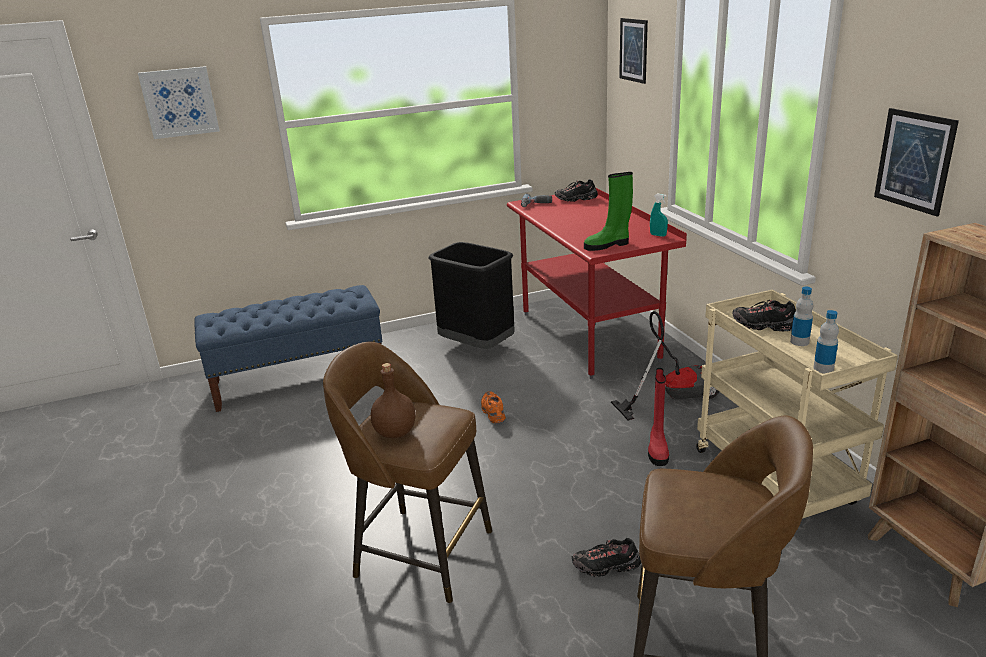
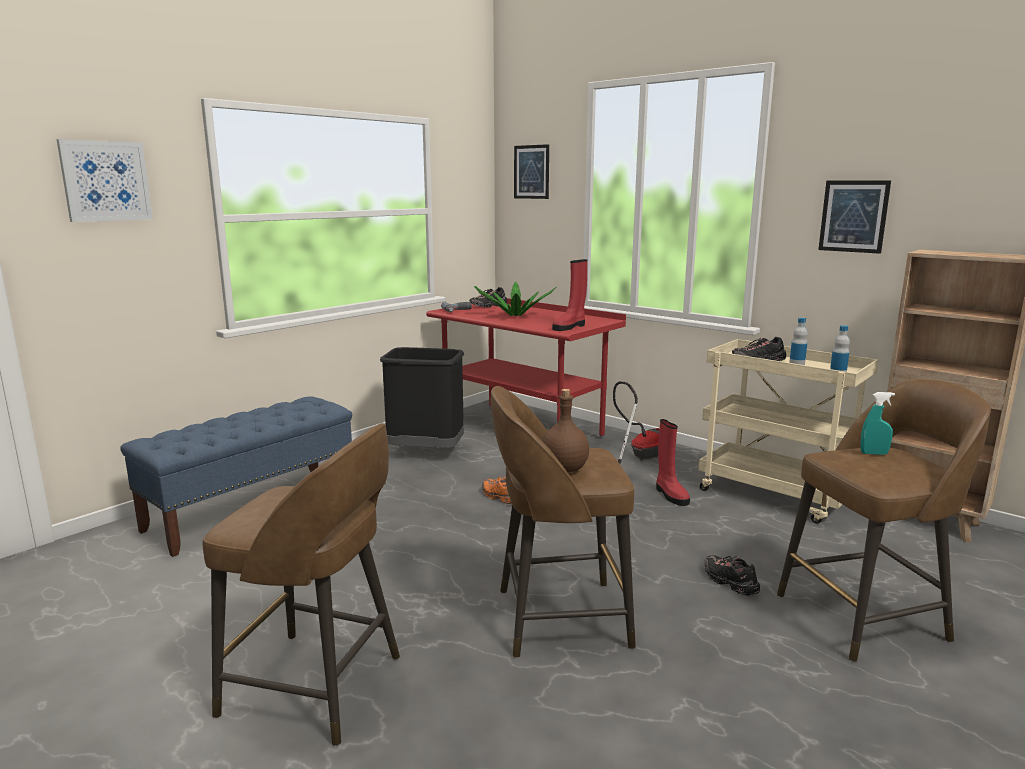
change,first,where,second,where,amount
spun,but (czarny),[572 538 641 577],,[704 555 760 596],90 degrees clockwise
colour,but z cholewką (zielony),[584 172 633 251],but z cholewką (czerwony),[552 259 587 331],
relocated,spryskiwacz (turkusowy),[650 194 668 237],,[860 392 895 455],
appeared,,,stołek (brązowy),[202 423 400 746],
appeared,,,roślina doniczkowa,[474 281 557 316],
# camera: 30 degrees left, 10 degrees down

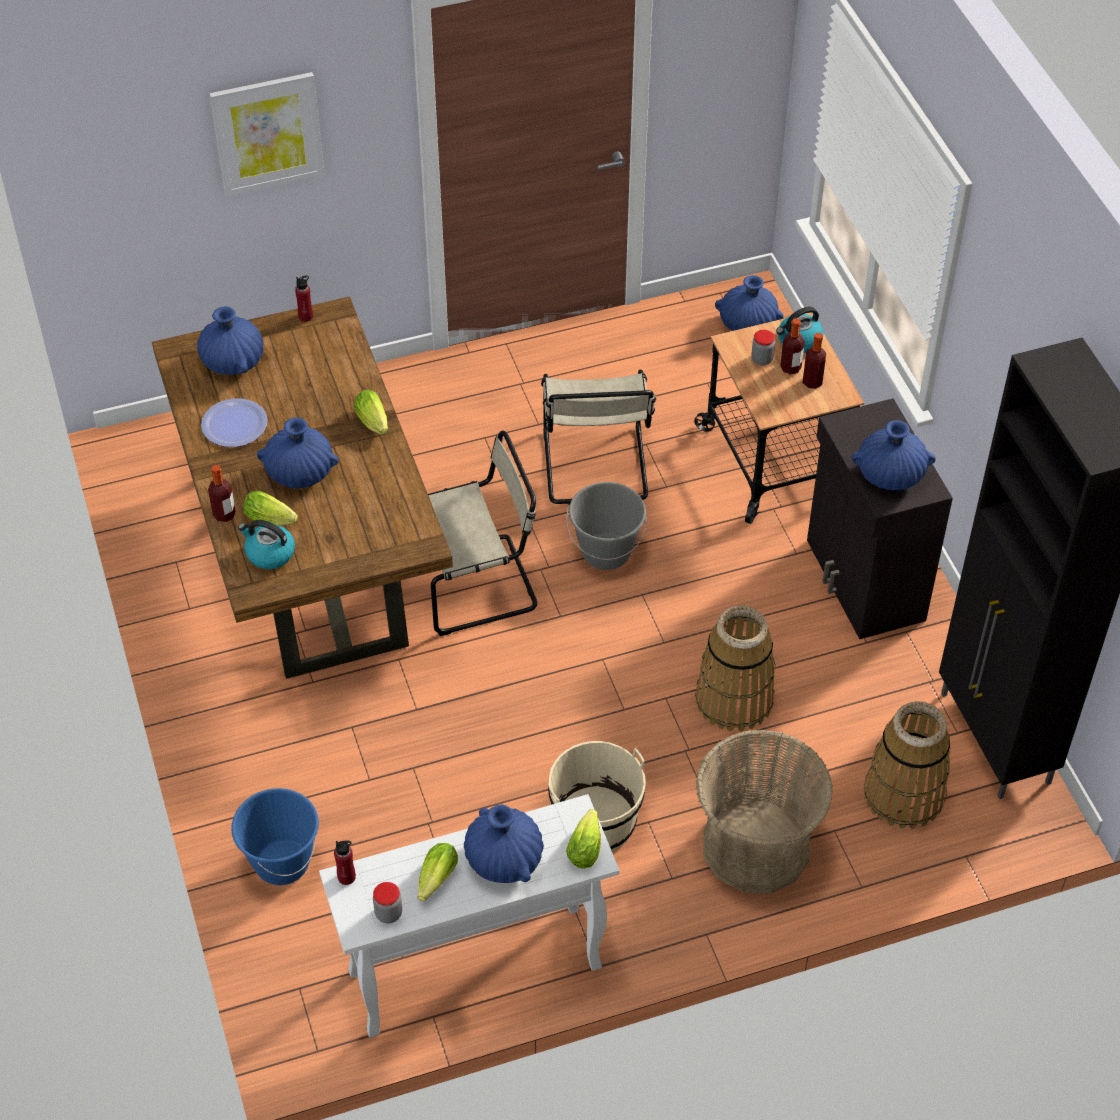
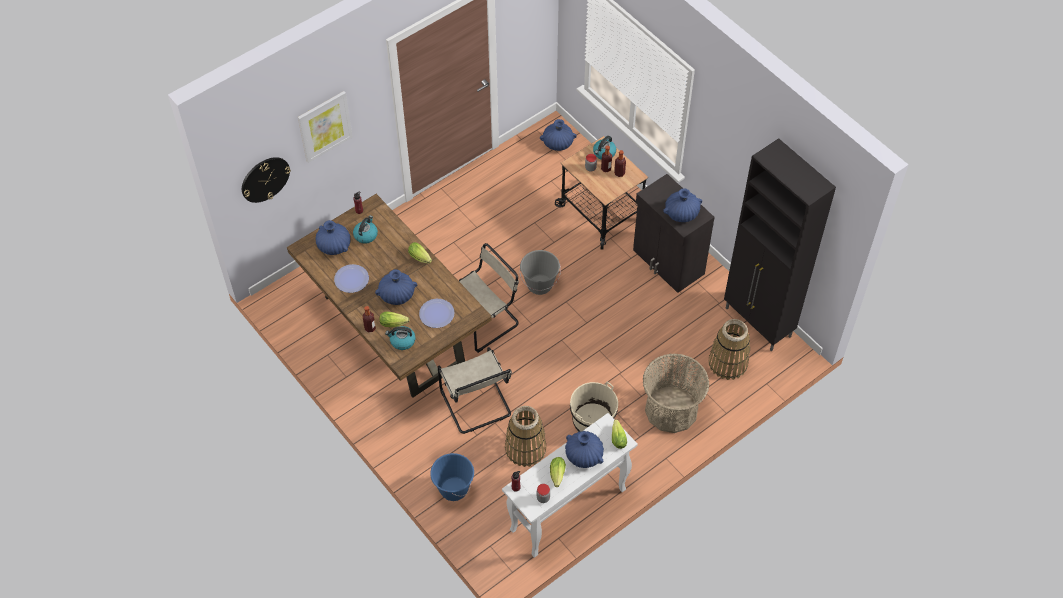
change,first,where,second,where,amount
relocated,krzesło (beżowy),[541 369 656 505],,[438 347 512 434],
relocated,koszyk,[695 605 775 731],,[505 406 546 467],
appeared,,,zegar ścienny,[242 157 291 203],
appeared,,,czajnik,[353 215 378 244],
appeared,,,talerz,[419 299 454 328],
# camera: 20 degrees left, 5 degrees up

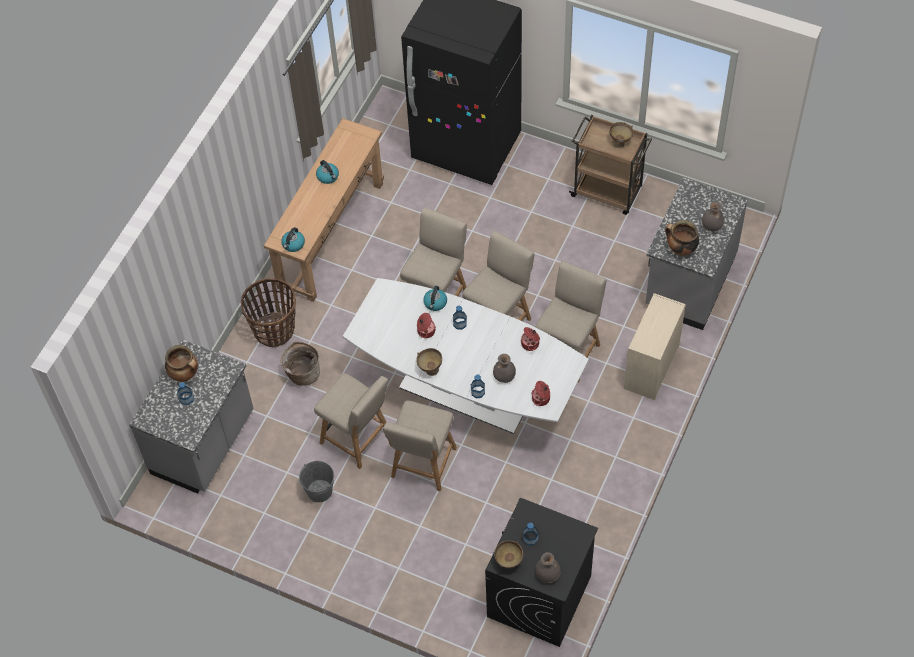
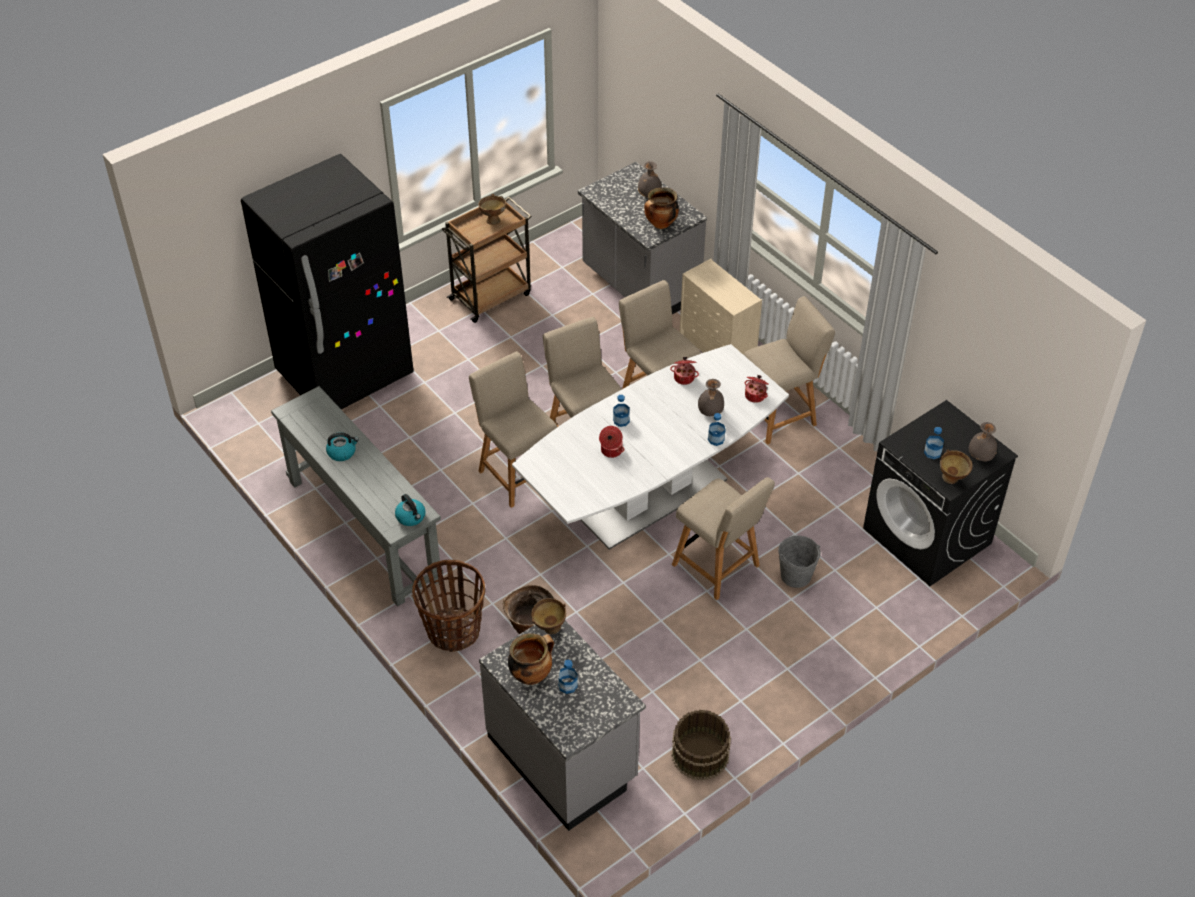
change,first,where,second,where,amount
colour,stolik konsolowy (brązowy),[264 118 384 302],stolik konsolowy (szary),[271 386 443 606],
relocated,wiadro (szary),[299 461 334 502],,[778 536 821 588],
relocated,krzesło (beżowy),[314 373 388 469],,[744 296 835 444],
relocated,miska (brązowy),[416 348 442 376],,[531 598 566 634],
missing,czajnik,[423 286 447 311],,,
appeared,,,wiadro (brązowy),[671 710 731 781],
# camera: 65 degrees left, 10 degrees down

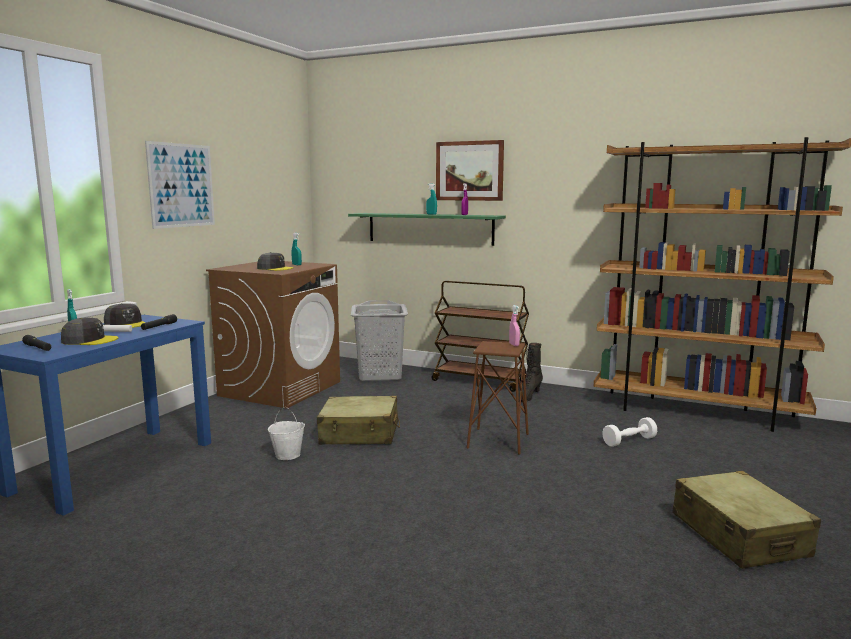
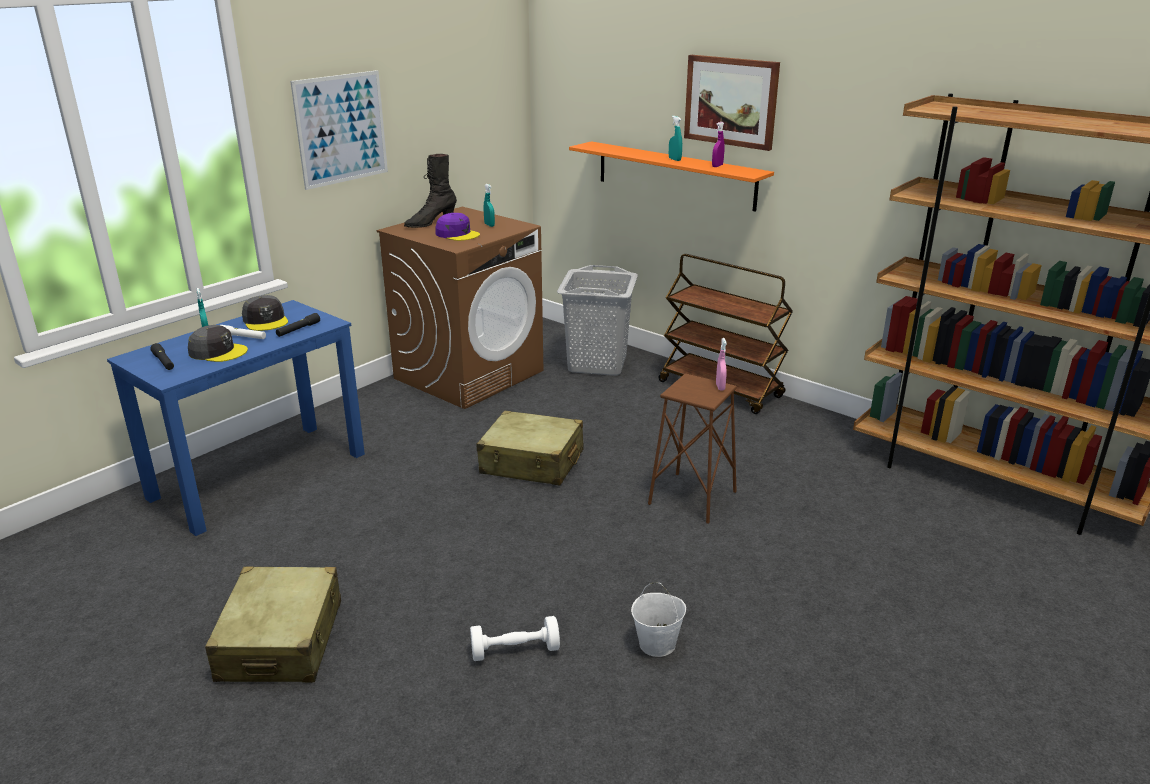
change,first,where,second,where,amount
colour,czapka z daszkiem (szary),[257 252 294 271],czapka z daszkiem (fioletowy),[436 213 480 241],
relocated,wiadro (biały),[268 407 305 460],,[631 583 686 657],
colour,półka (zielony),[348 213 506 246],półka (pomarańczowy),[569 141 774 212],
relocated,but z cholewką (czarny),[518 343 543 402],,[404 154 457 228],
relocated,hantel (biały),[602 417 657 447],,[470 616 560 661],
relocated,walizka (beżowy),[672 471 821 569],,[205 566 341 683],
# camera: 15 degrees right, 15 degrees up

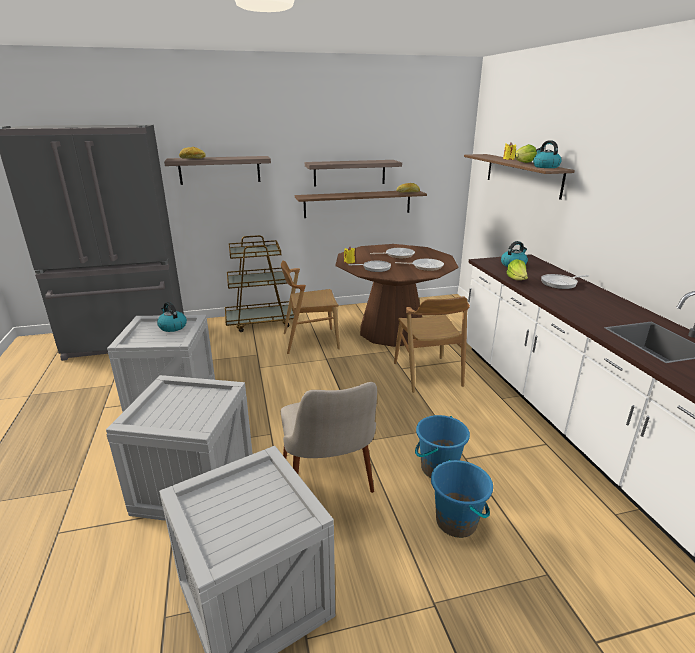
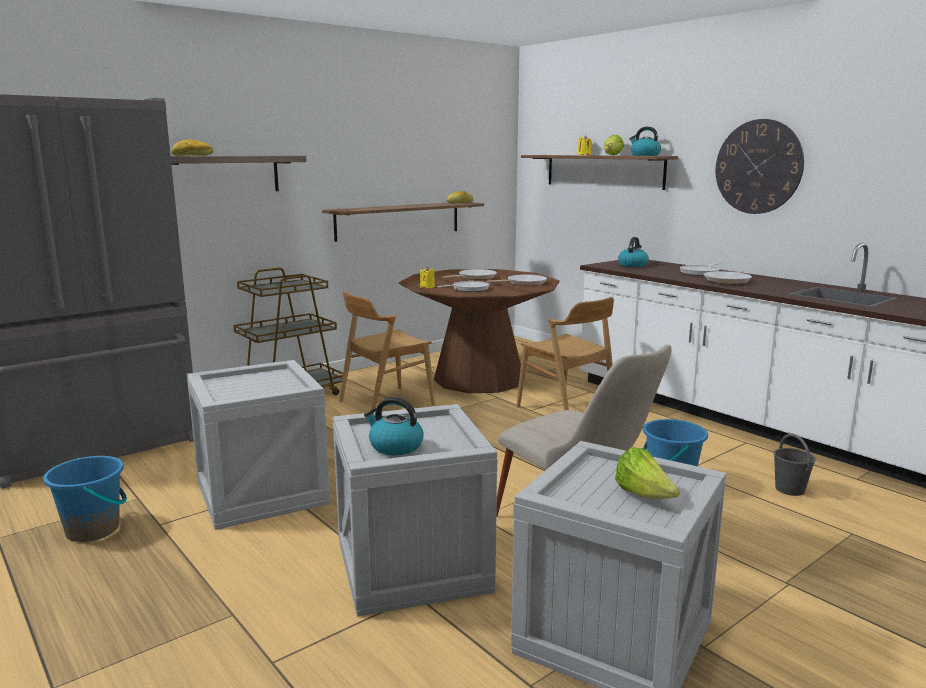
change,first,where,second,where,amount
relocated,czajnik,[157 302 187 332],,[364 397 424 455],
missing,półka,[305 160 402 187],,,
relocated,wiadro (niebieski),[431 459 493 538],,[43 456 127 542],
relocated,sałata,[507 259 528 280],,[615 448 680 499],
appeared,,,patelnia,[704 270 752 284],
appeared,,,zegar ścienny,[716 119 804 214],
appeared,,,wiadro (szary),[774 434 816 496],
# camera: 25 degrees left, 10 degrees down

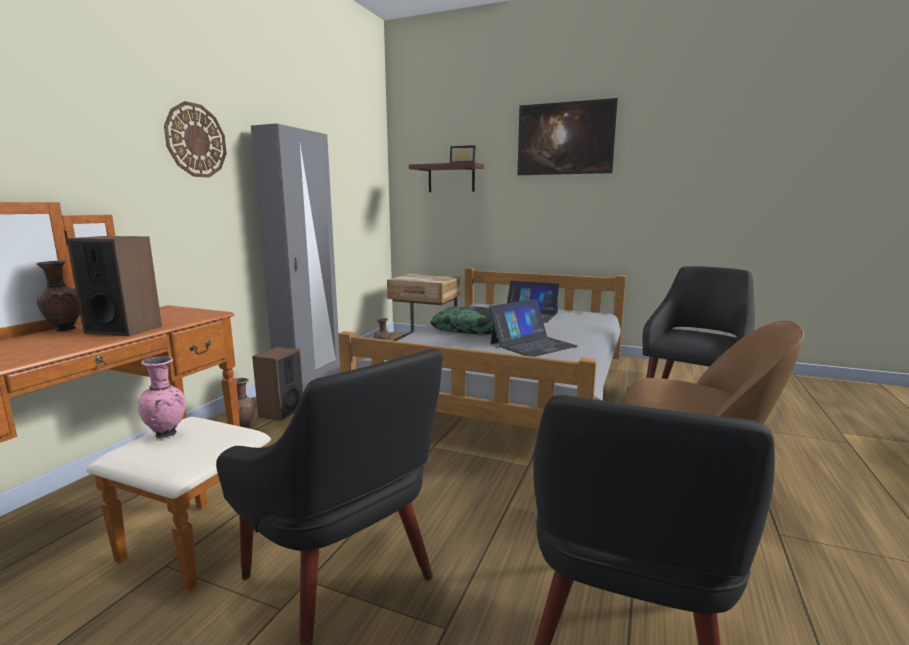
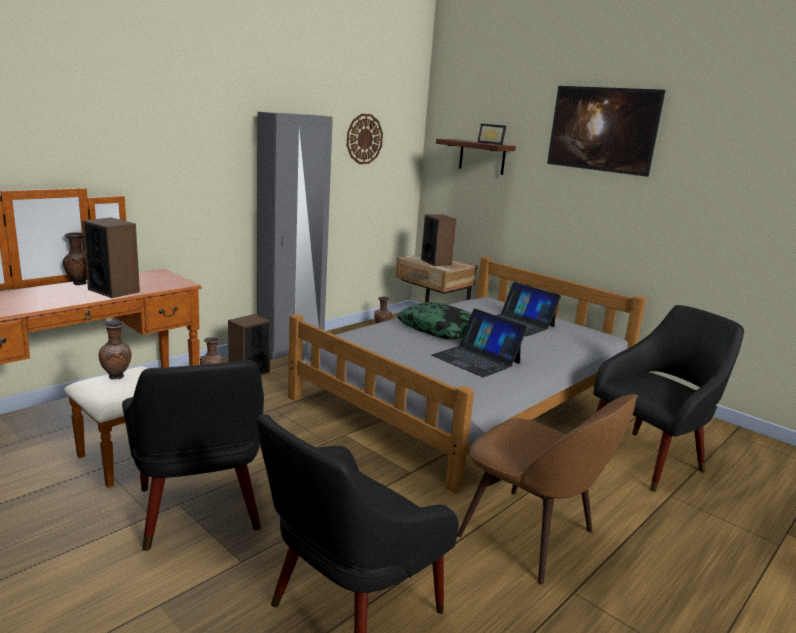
change,first,where,second,where,amount
colour,wazon (różowy),[138 356 186 439],wazon (brązowy),[99 320 131 379],
relocated,zegar ścienny,[164 101 227 178],,[347 114 383 164],
spun,laptop,[489 299 578 357],,[432 308 527 377],60 degrees clockwise
appeared,,,głośnik,[421 214 456 266],
# camera: 20 degrees right, 5 degrees up

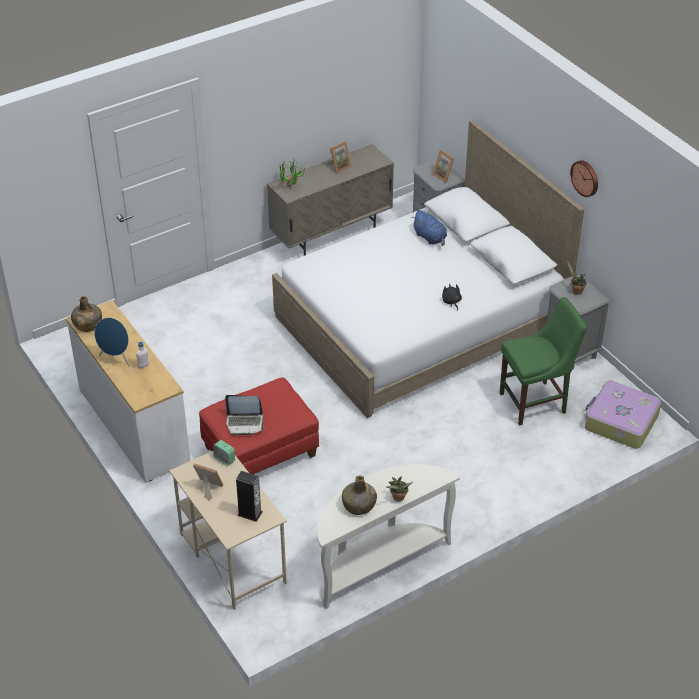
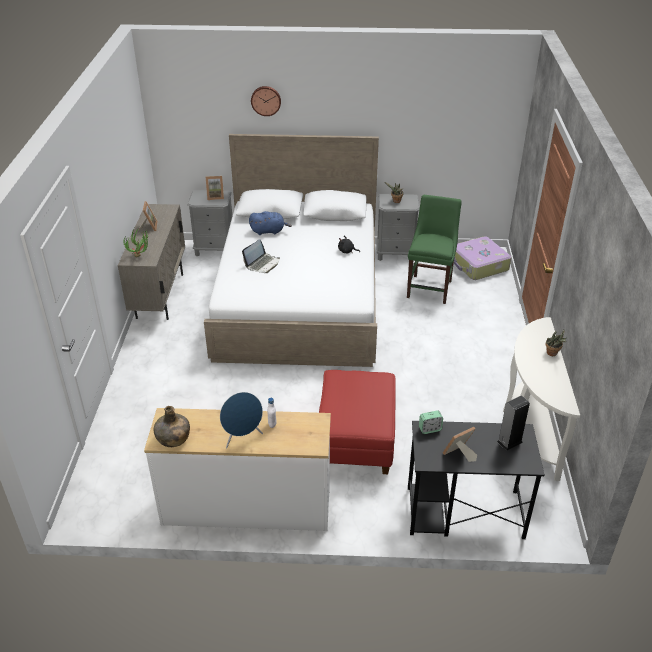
change,first,where,second,where,amount
colour,biurko (beżowy),[169 451 287 610],biurko (czarny),[408 421 545 539],
relocated,laptop,[225 395 265 435],,[242 239 280 273],
missing,butelka (zielony),[342 475 377 515],,,
relocated,zegar ścienny,[570 160 598 197],,[251 86 281 116],
# camera: 55 degrees left, 5 degrees down

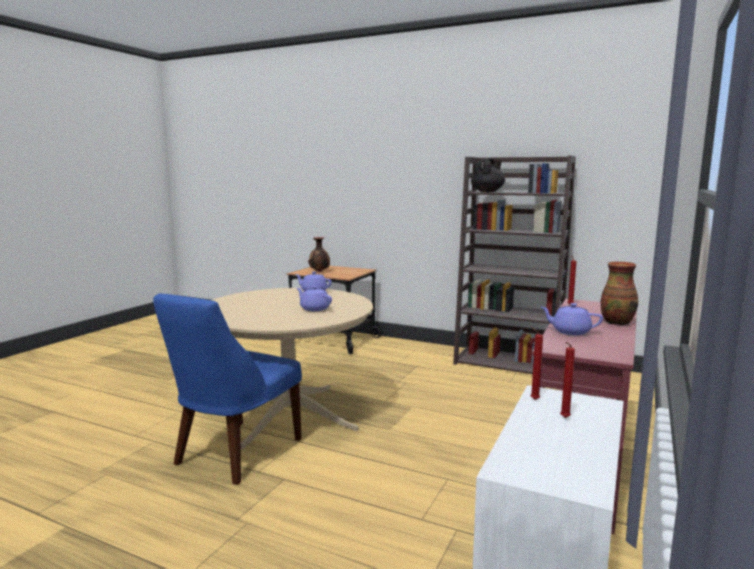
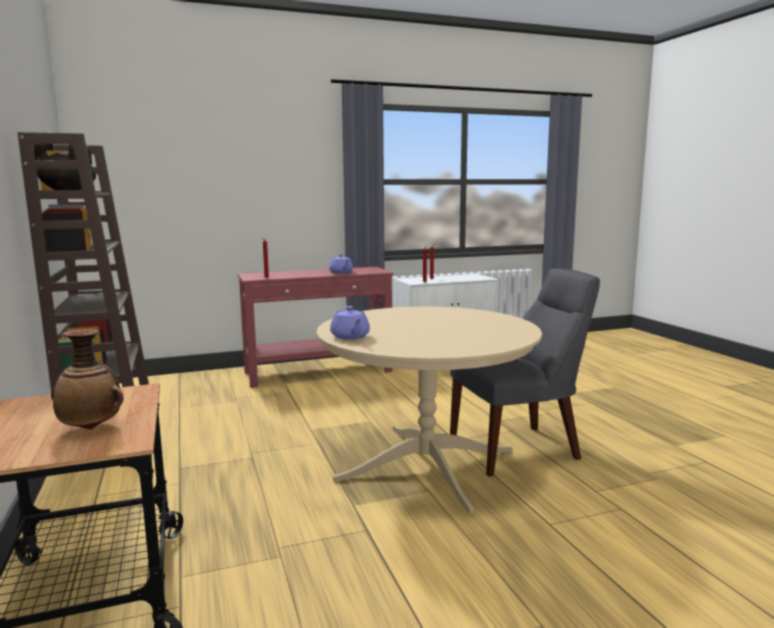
change,first,where,second,where,amount
colour,krzesło (niebieski),[153 293 302 485],krzesło (szary),[450 268 600 477],
missing,imbryk (fioletowy),[297 286 332 311],,,
missing,wazon,[601 262 638 325],,,
# camera: 135 degrees left, 0 degrees up

